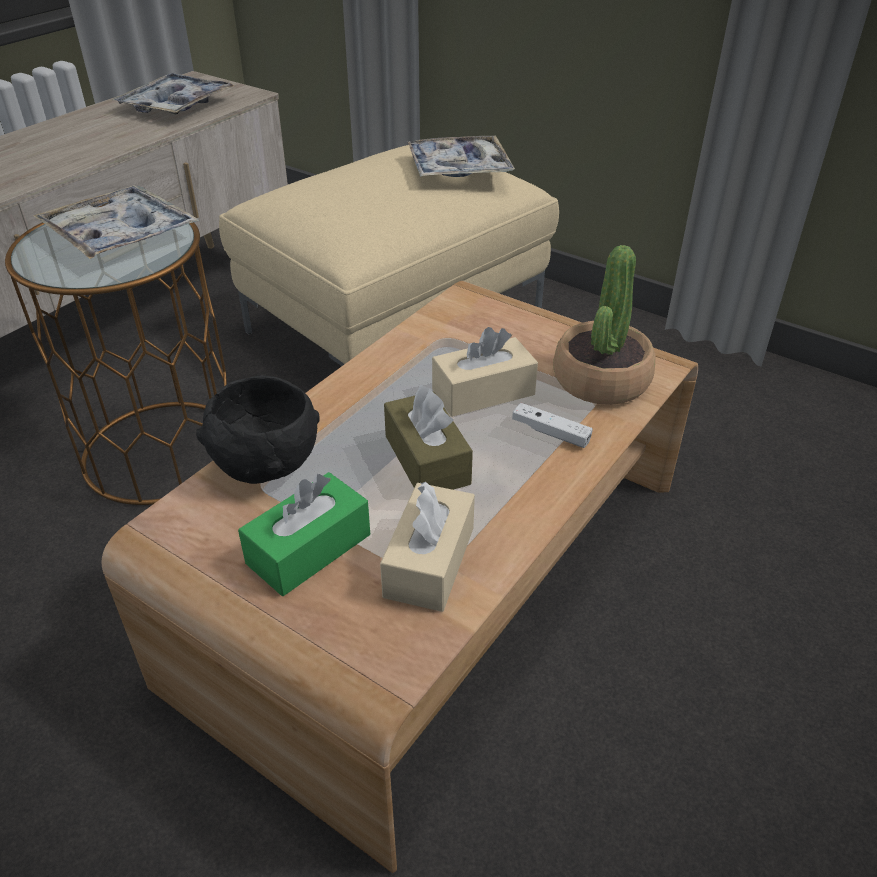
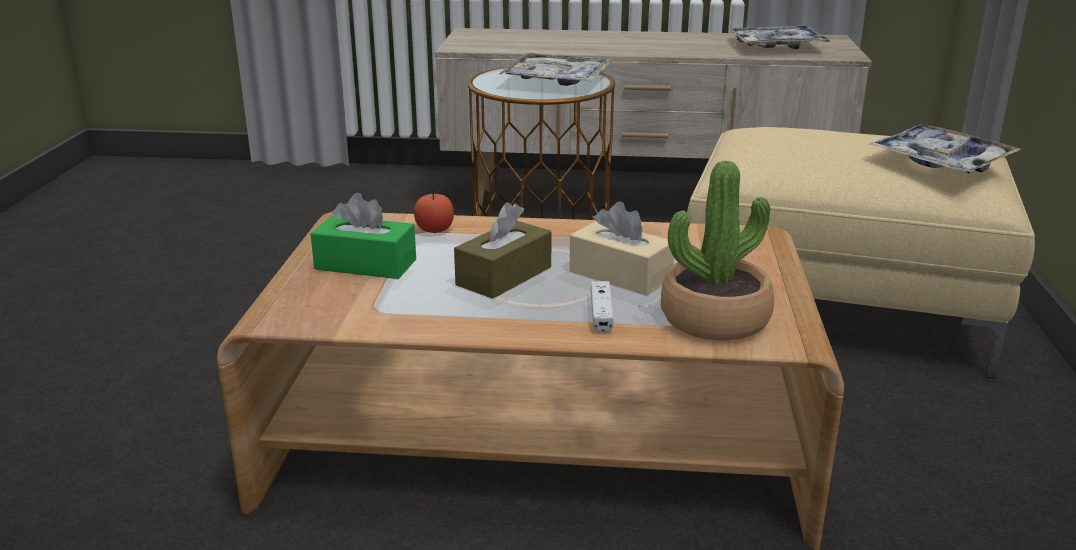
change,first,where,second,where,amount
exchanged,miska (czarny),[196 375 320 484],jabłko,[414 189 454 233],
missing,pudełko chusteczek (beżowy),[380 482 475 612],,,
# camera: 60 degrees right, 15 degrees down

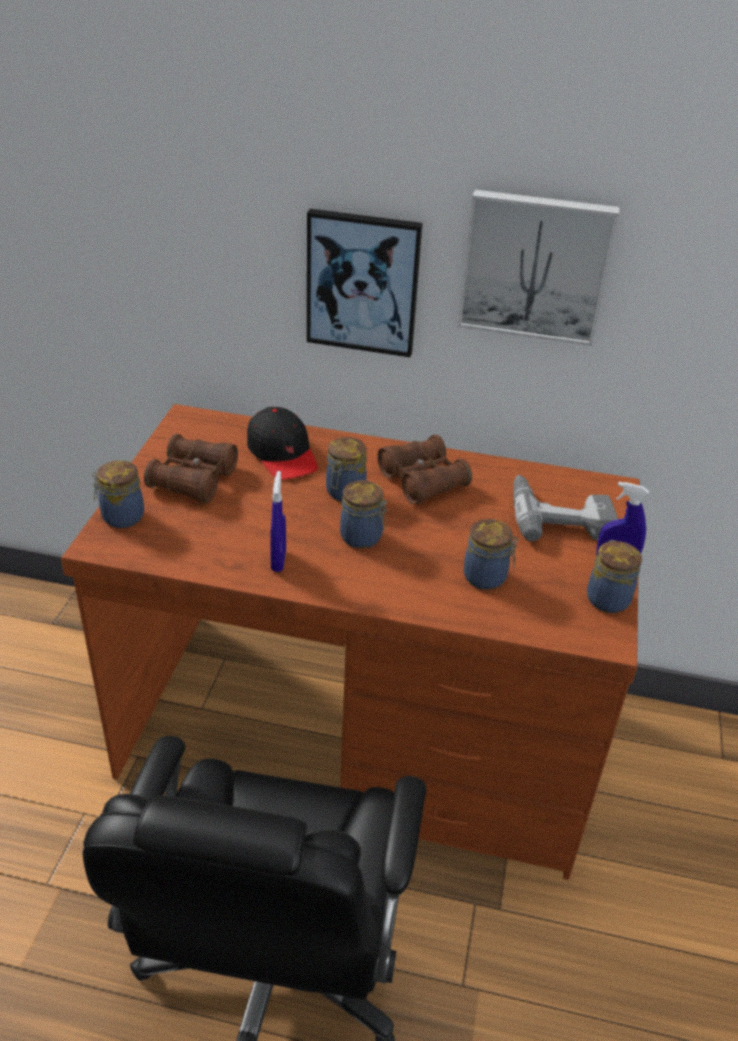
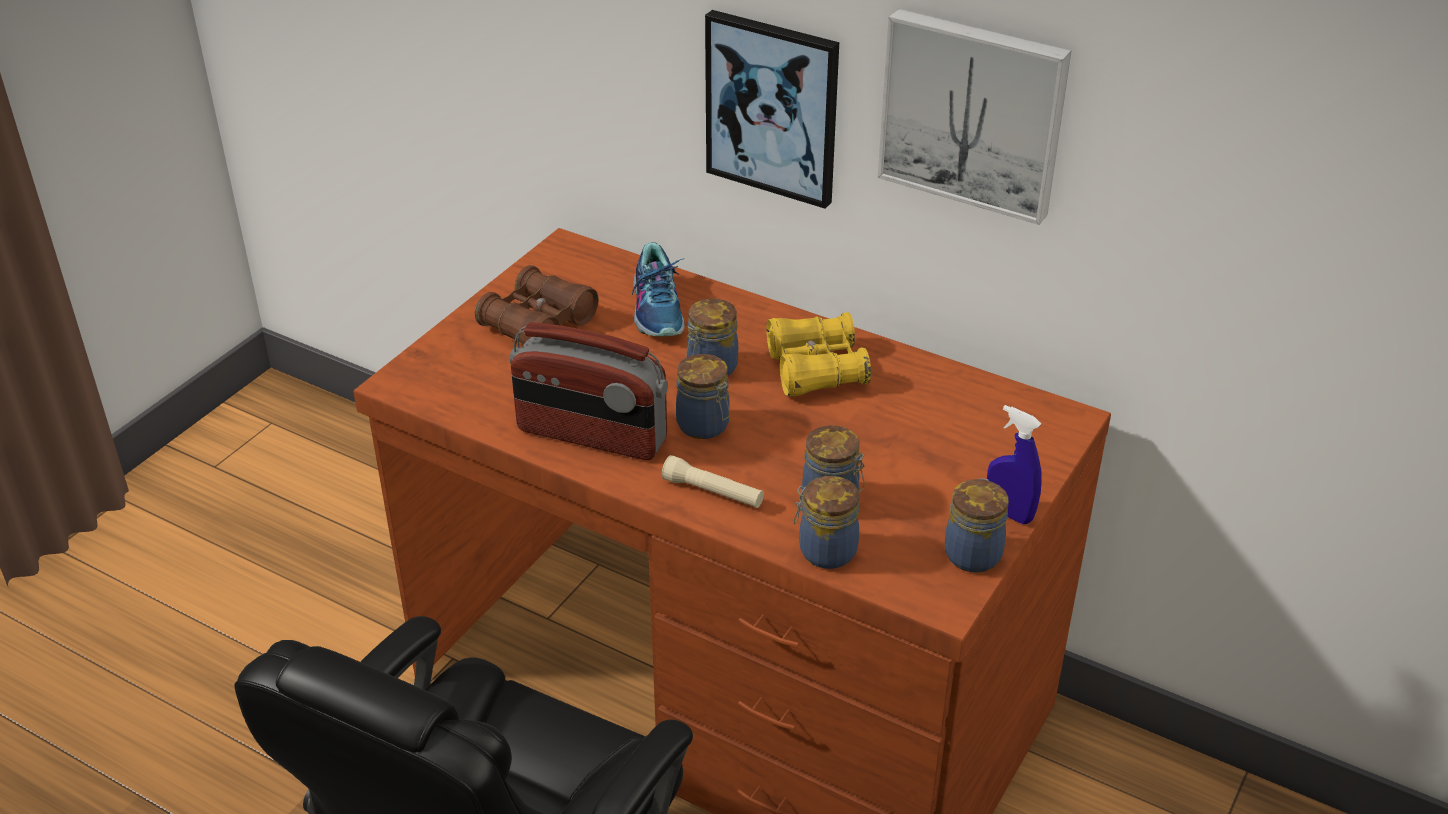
change,first,where,second,where,amount
relocated,słoik,[92 461 144 528],,[794 476 860 569],
exchanged,czapka z daszkiem (czarny),[247 407 318 480],but,[632 242 685 336],
exchanged,spryskiwacz (niebieski),[270 471 286 572],radio,[510 322 668 460],
colour,lornetka (brązowy),[377 435 472 504],lornetka (żółty),[766 312 871 397],
missing,wiertarka,[513 475 618 541],,,
appeared,,,latarka (beżowy),[662 455 764 508],
# camera: 20 degrees right, 0 degrees up

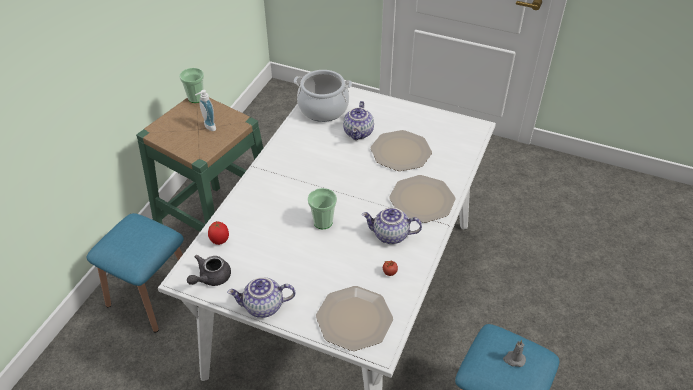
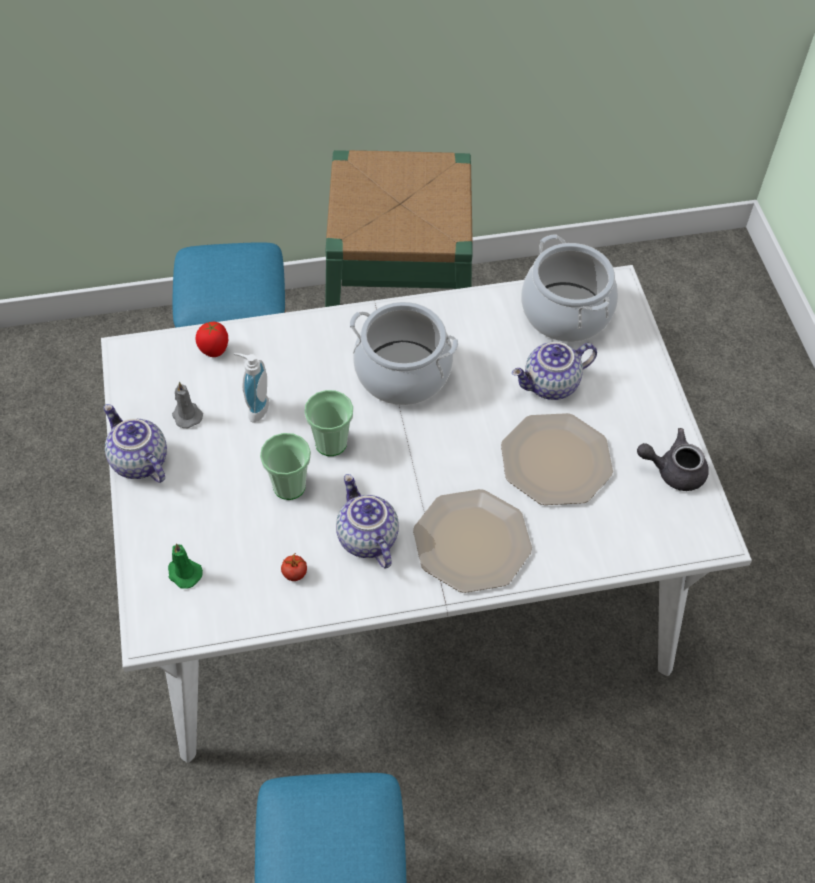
change,first,where,second,where,amount
relocated,filiżanka,[180 68 204 103],,[260 433 311 500],
relocated,imbryk (szary),[187 255 231 286],,[637 428 709 491],
relocated,dozownik mydła,[195 90 216 131],,[234 353 269 422],
exchanged,talerz,[316 286 393 351],świeca (zielony),[168 543 203 589],
relocated,świeca (szary),[503 340 526 367],,[172 382 203 428],
appeared,,,garnek,[350 302 458 405],
# camera: 55 degrees right, 10 degrees up

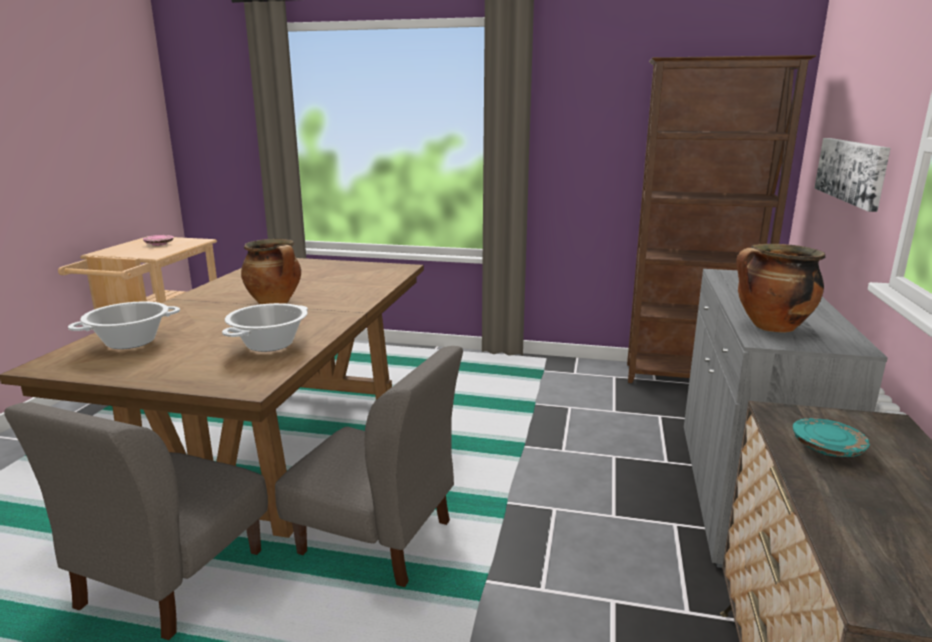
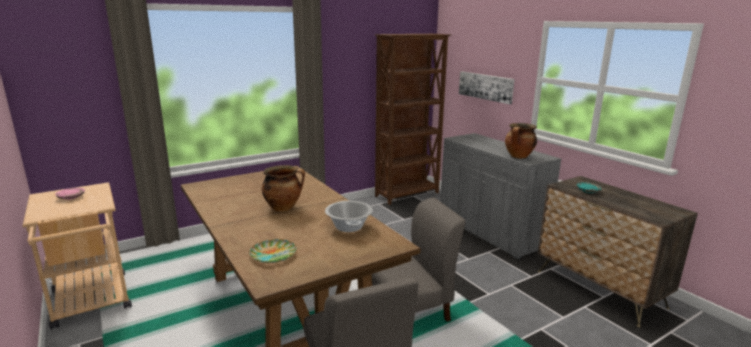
change,first,where,second,where,amount
exchanged,garnek,[68 301 180 349],talerz,[249 239 297 263],
# camera: 45 degrees left, 0 degrees up

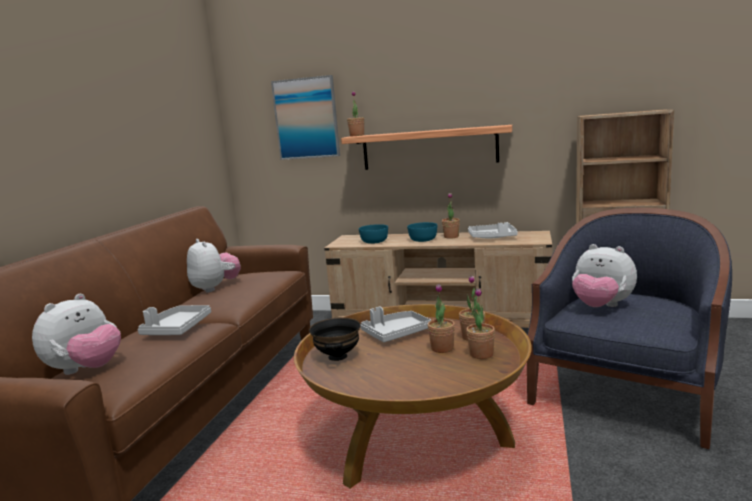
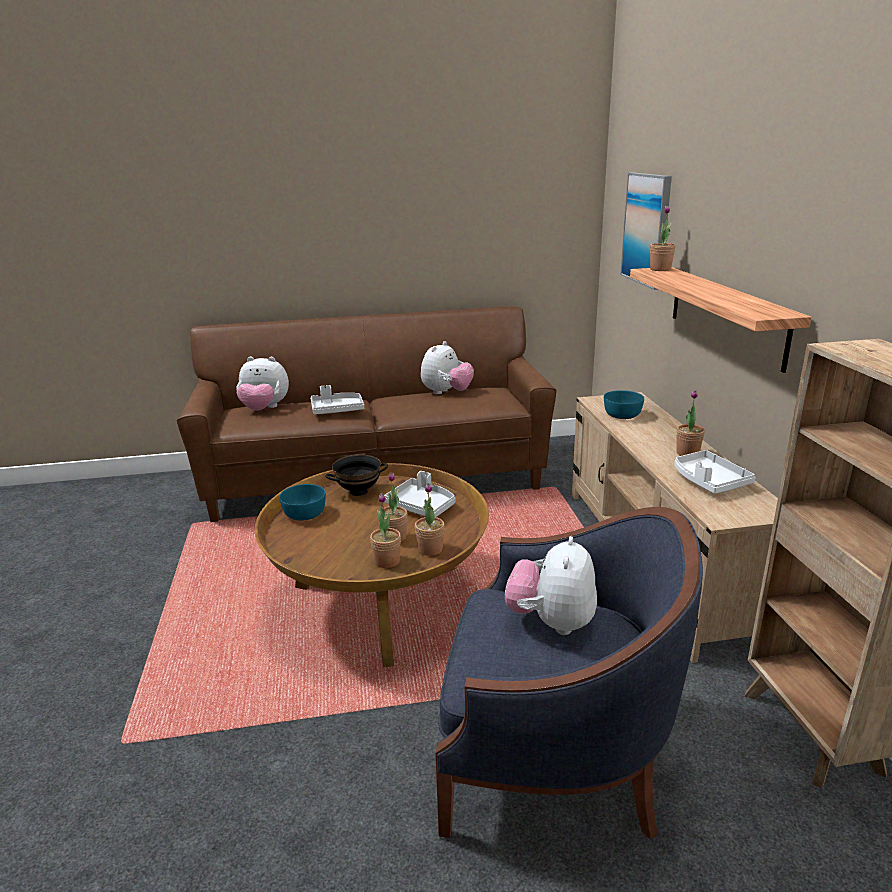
change,first,where,second,where,amount
relocated,miska (turkusowy),[407 222 438 242],,[279 484 326 521],
# camera: 65 degrees right, 10 degrees up

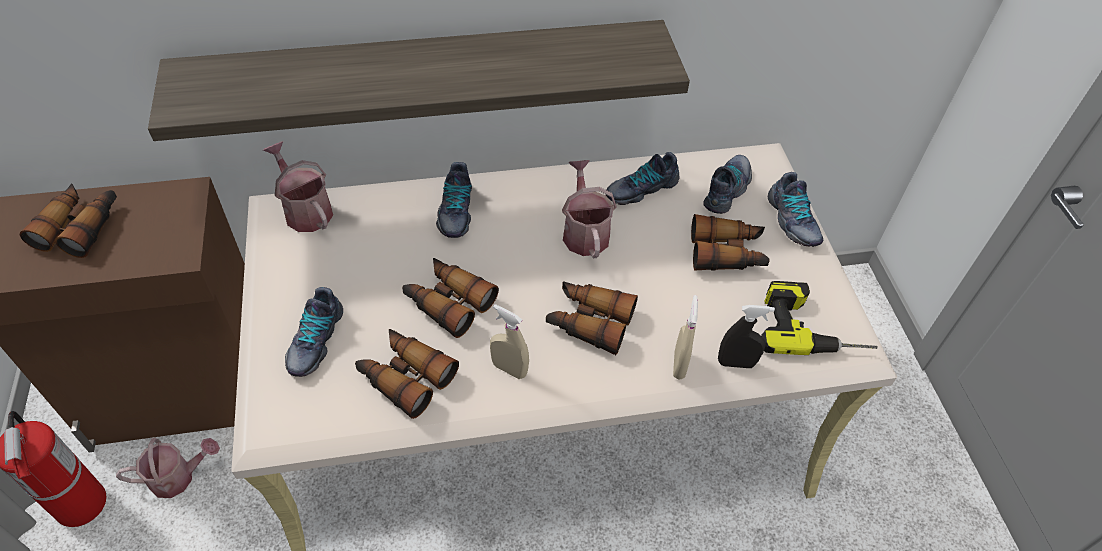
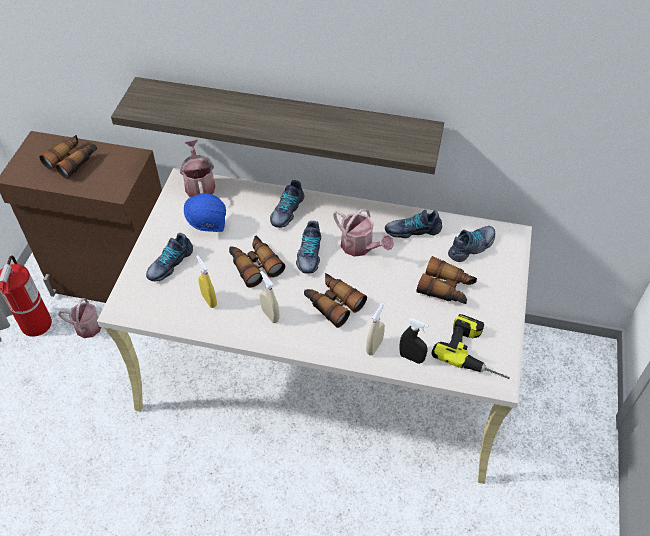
change,first,where,second,where,amount
exchanged,lornetka,[355 329 459 419],spryskiwacz (żółty),[196 255 217 308],
spun,konewka,[562 160 617 258],,[333 209 394 257],120 degrees clockwise
relocated,but,[768 172 823 247],,[296 221 321 274],
appeared,,,kask (niebieski),[184 193 226 232],
# camera: 25 degrees right, 0 degrees up

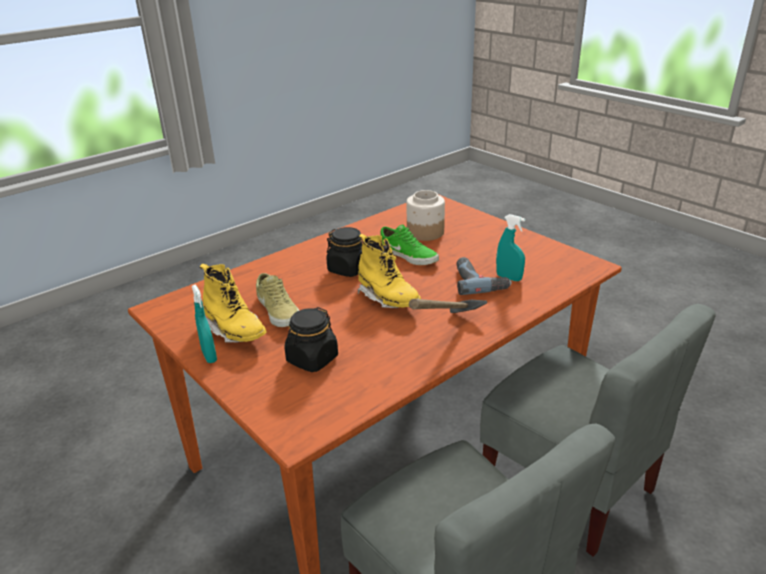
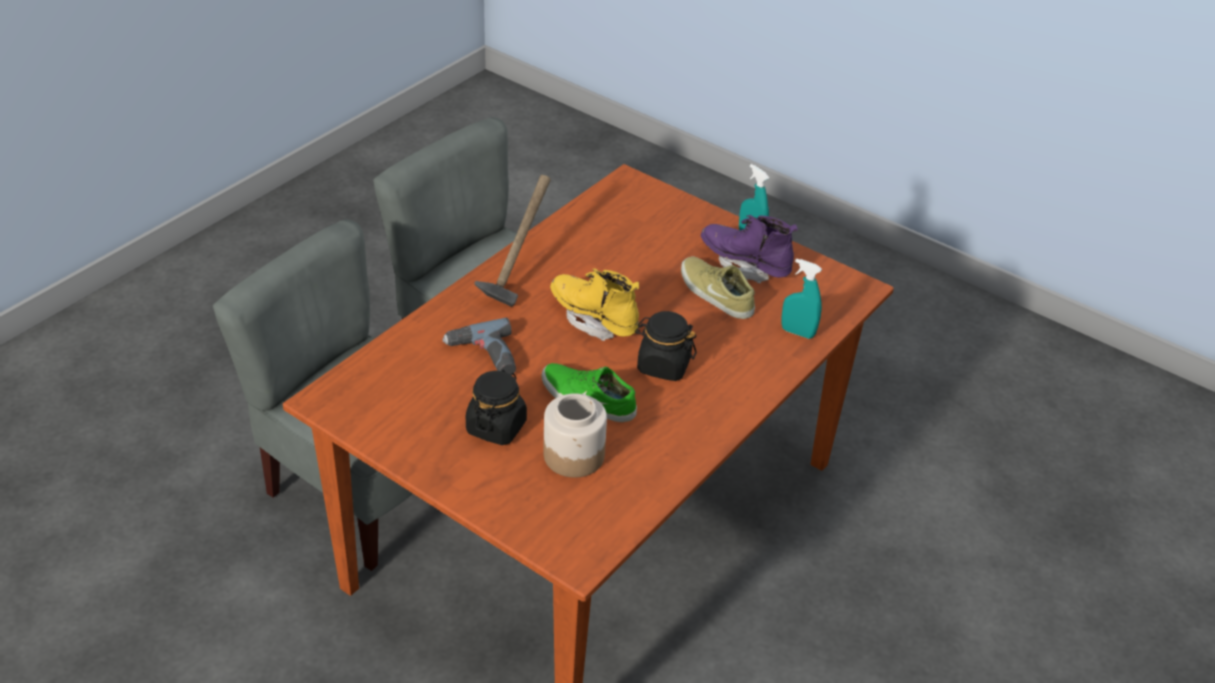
change,first,where,second,where,amount
colour,but z cholewką (żółty),[199 264 266 343],but z cholewką (fioletowy),[701 215 798 283],
relocated,słoik (czarny),[285 307 338 372],,[466 370 527 445],
relocated,spryskiwacz (turkusowy),[496 214 525 281],,[782 258 822 339],
# camera: 165 degrees right, 10 degrees up

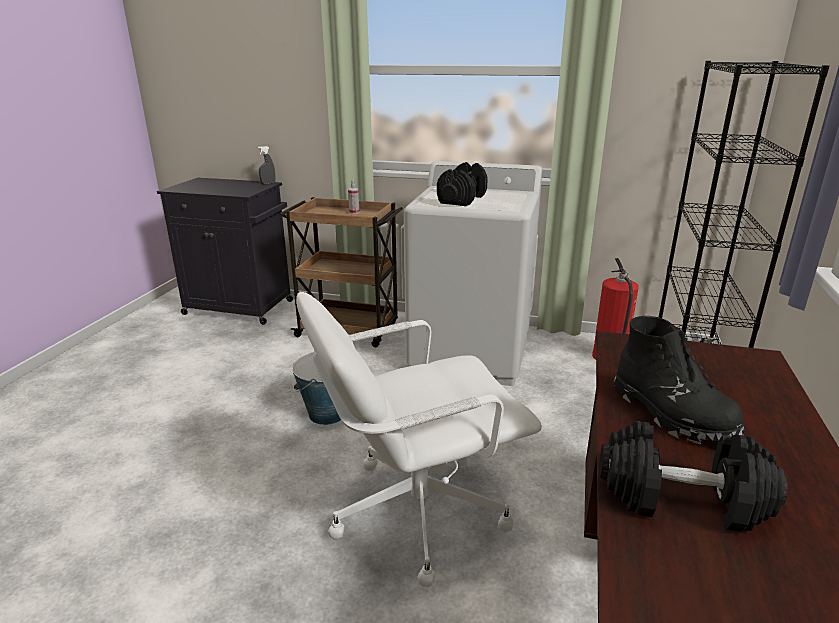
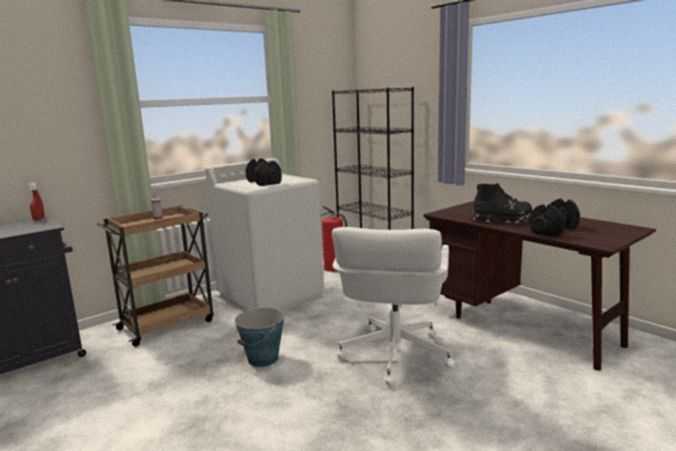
change,first,where,second,where,amount
colour,spryskiwacz (szary),[258 146 275 184],spryskiwacz (czerwony),[28 182 45 220],
# camera: 55 degrees left, 10 degrees down

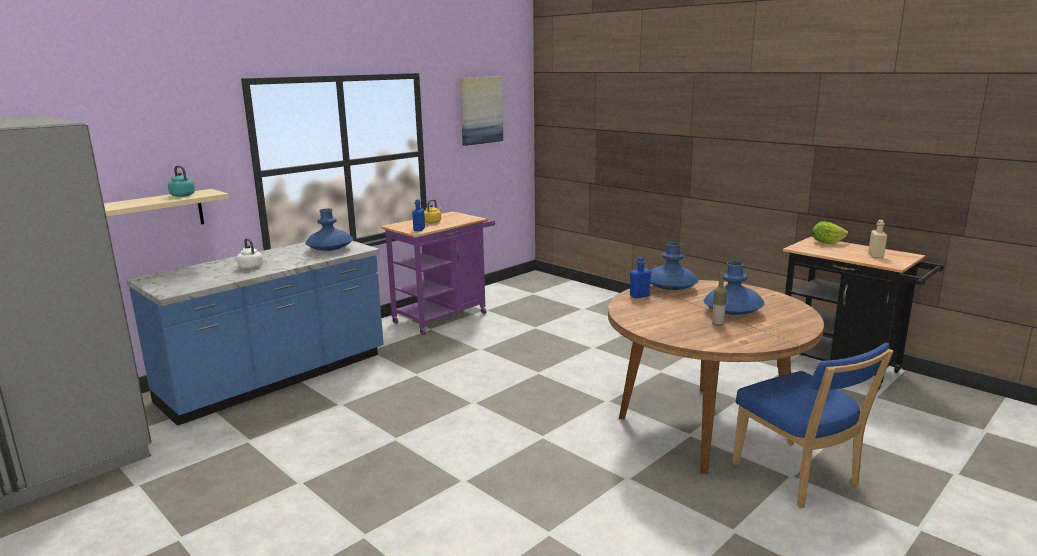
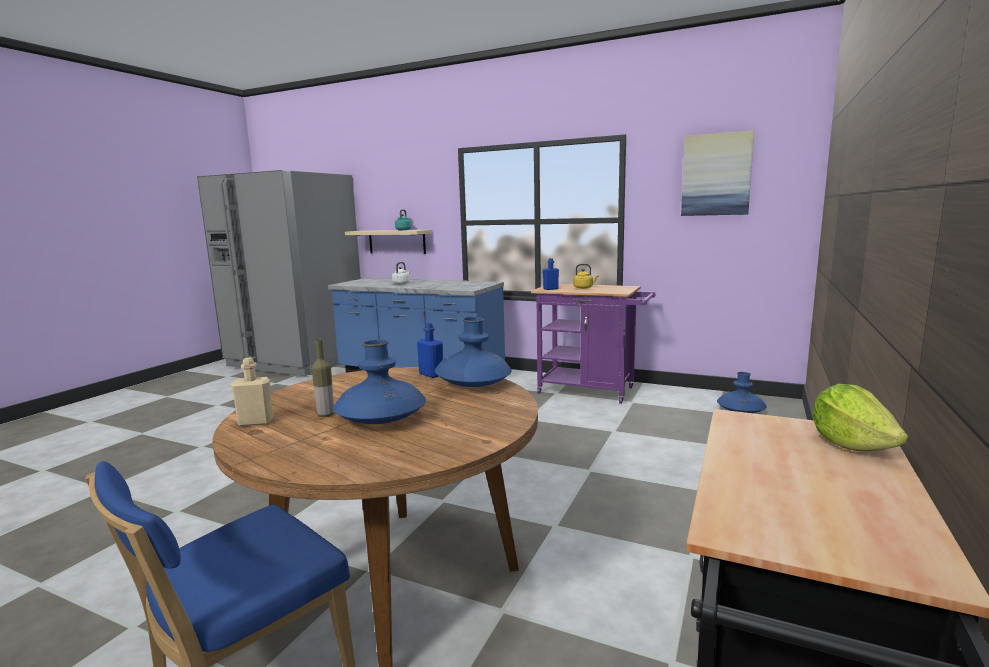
change,first,where,second,where,amount
relocated,wazon (niebieski),[305 209 353 251],,[717 372 767 413],
relocated,butelka (beżowy),[868 220 887 258],,[231 358 273 426],
# camera: 70 degrees right, 5 degrees down

